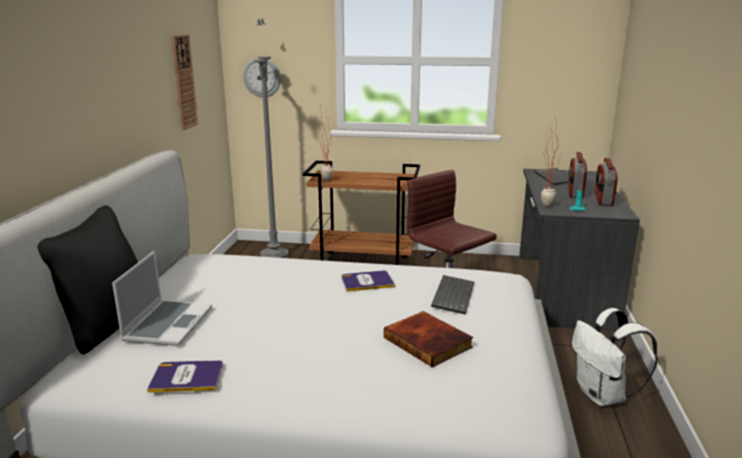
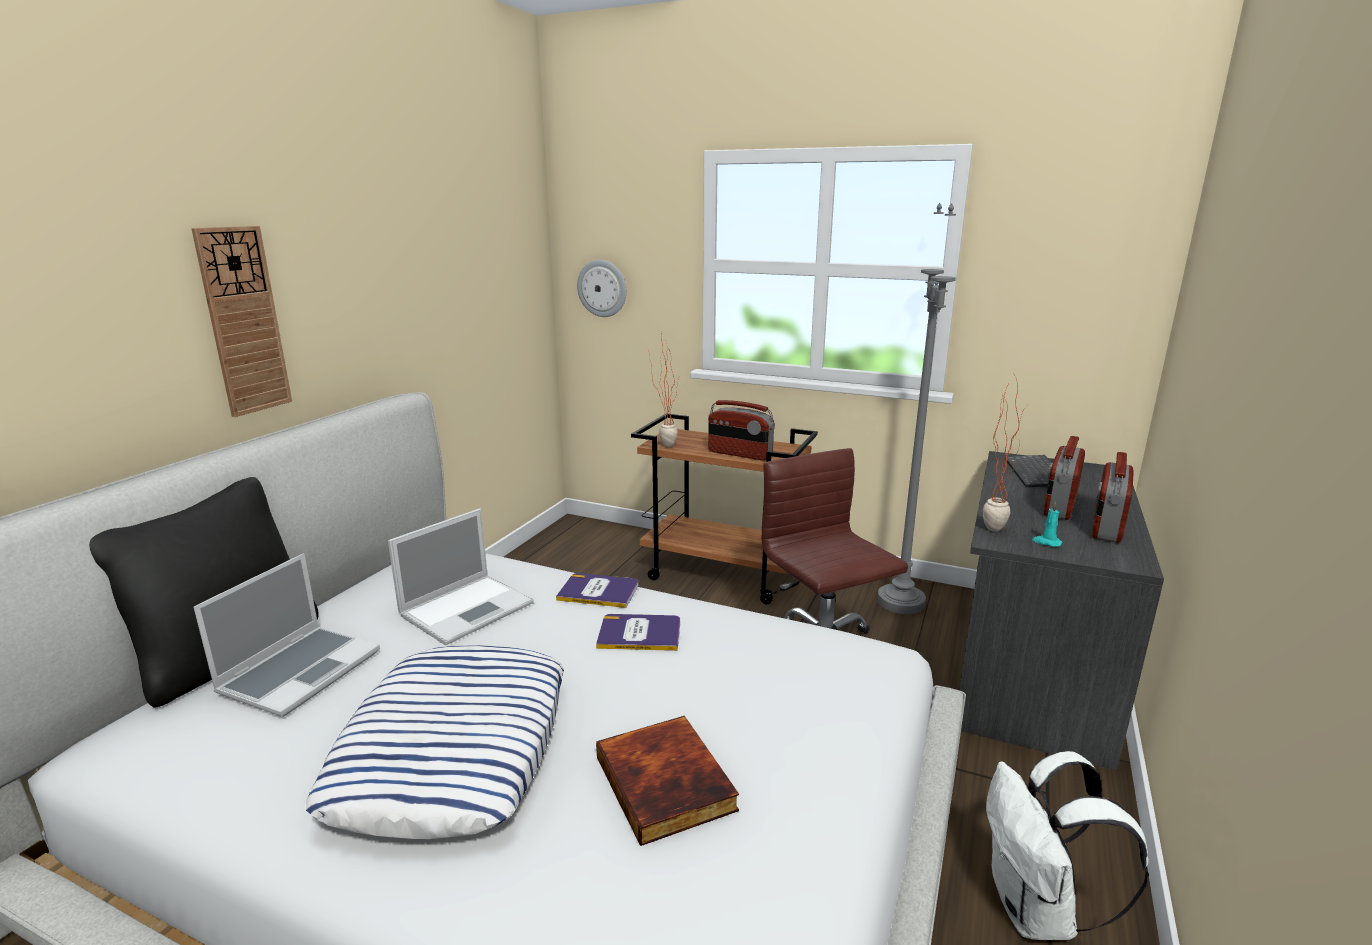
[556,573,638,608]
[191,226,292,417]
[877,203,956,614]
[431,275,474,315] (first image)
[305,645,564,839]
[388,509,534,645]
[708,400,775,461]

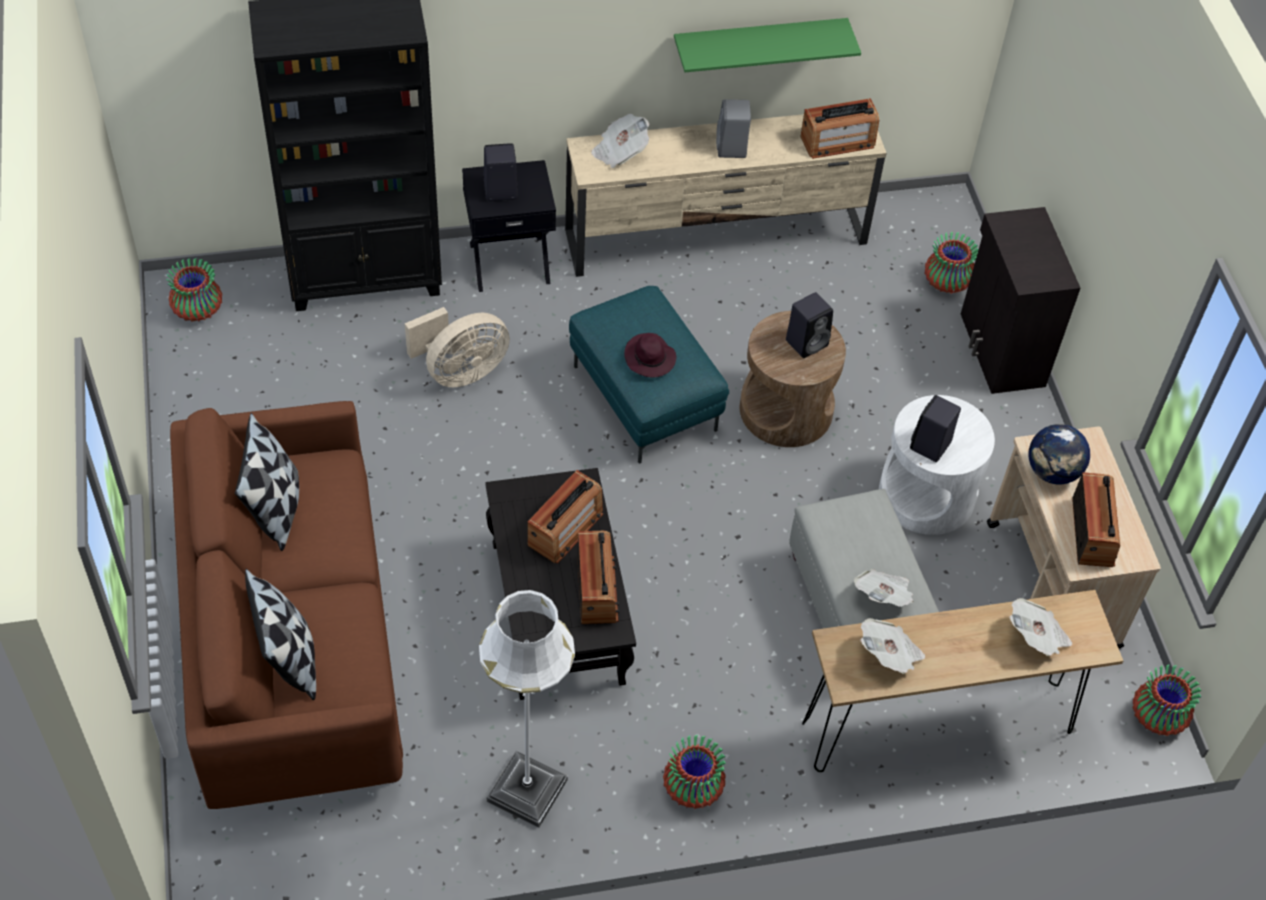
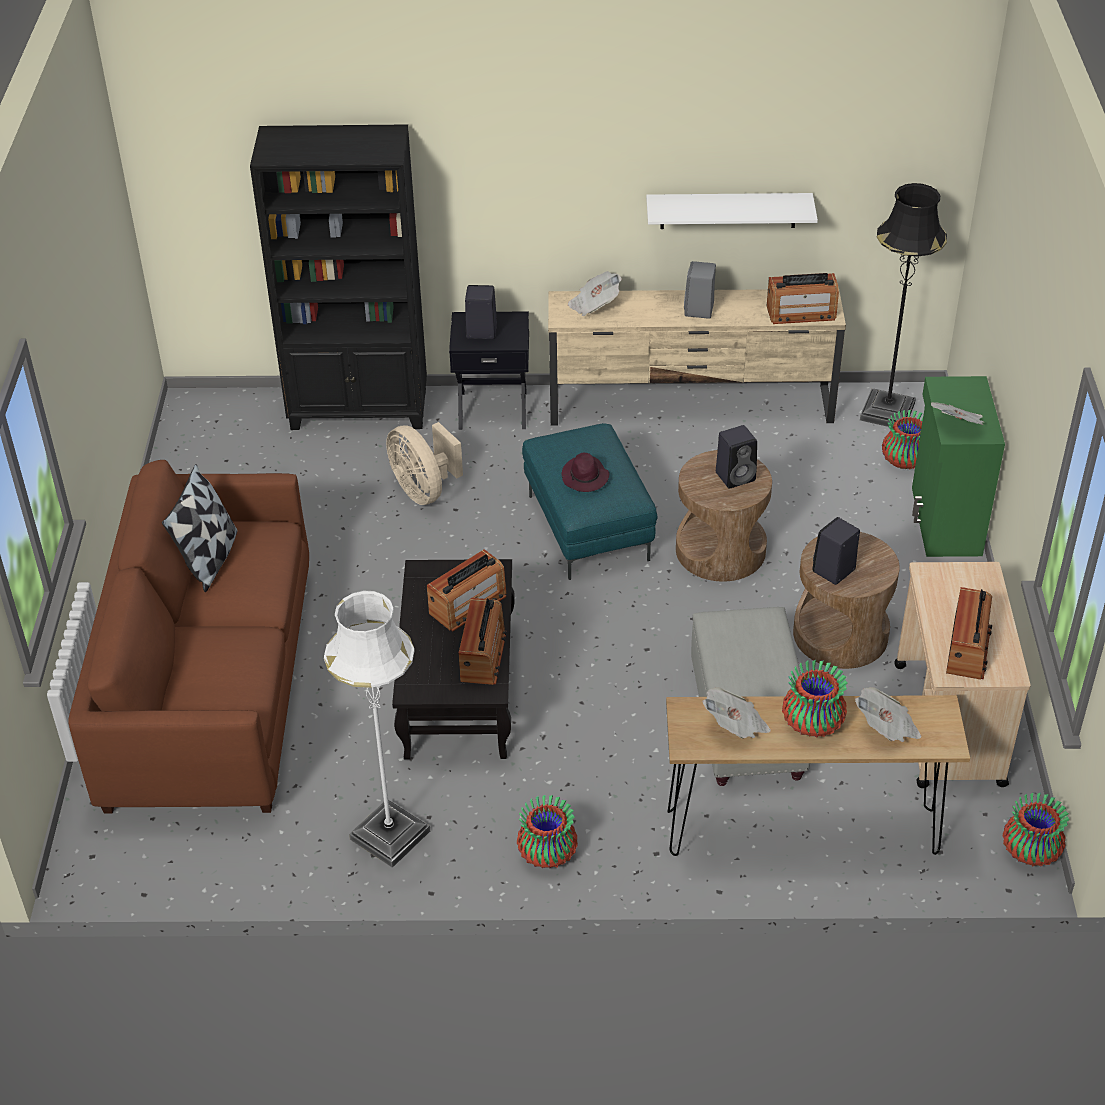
[782,660,848,738]
[245,569,316,700] (first image)
[386,422,463,505]
[646,193,818,229]
[931,402,984,425]
[793,532,900,669]
[912,376,1005,557]
[1029,424,1090,484] (first image)
[860,183,947,430]

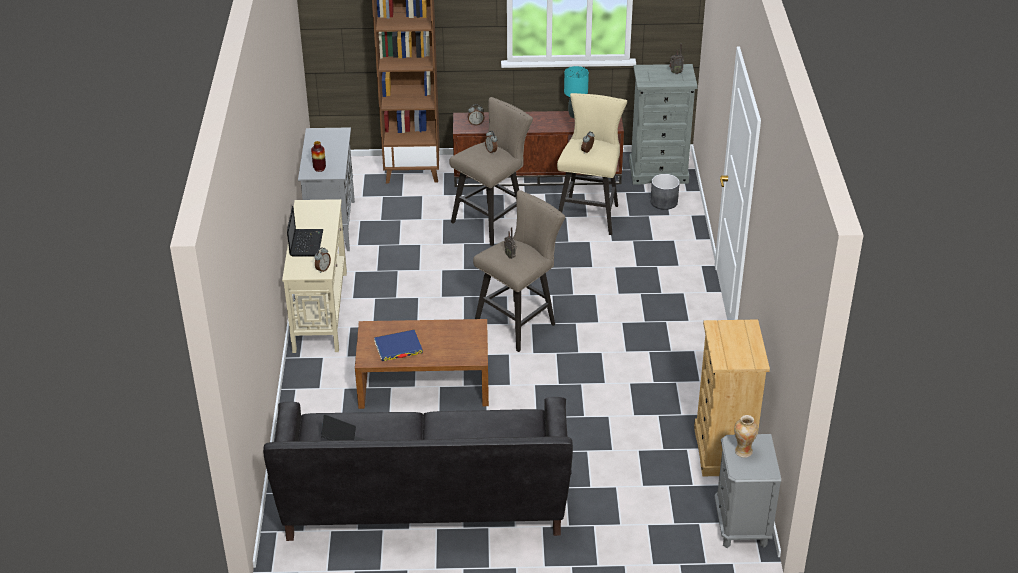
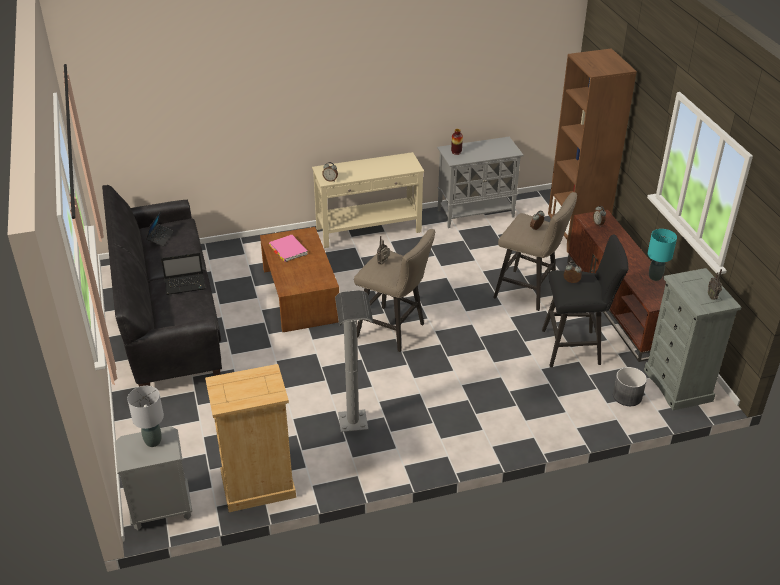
[161,253,206,295]
[269,235,307,262]
[542,235,628,368]
[127,386,164,447]
[335,290,373,432]

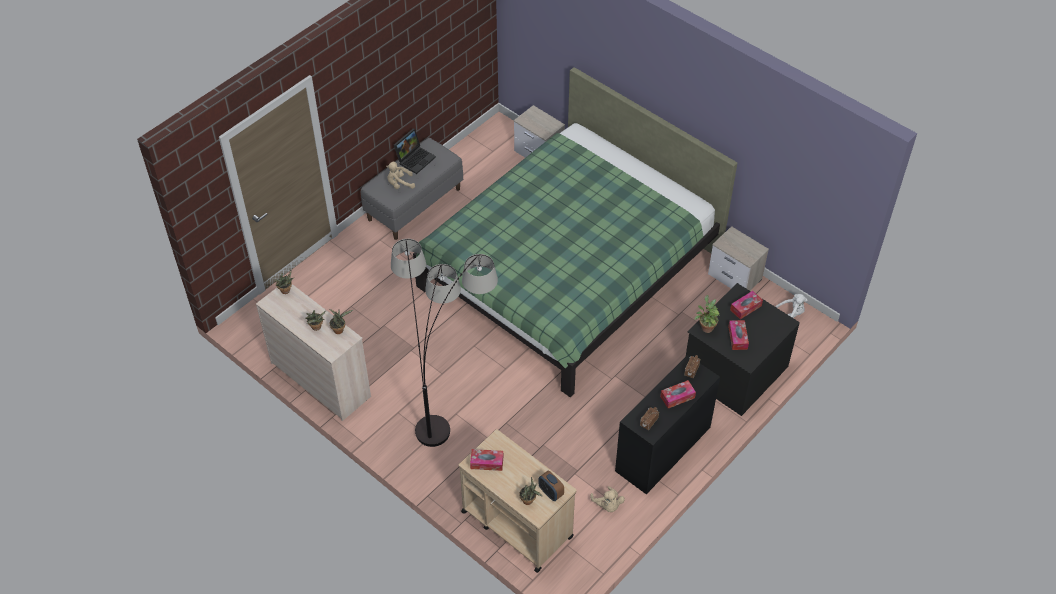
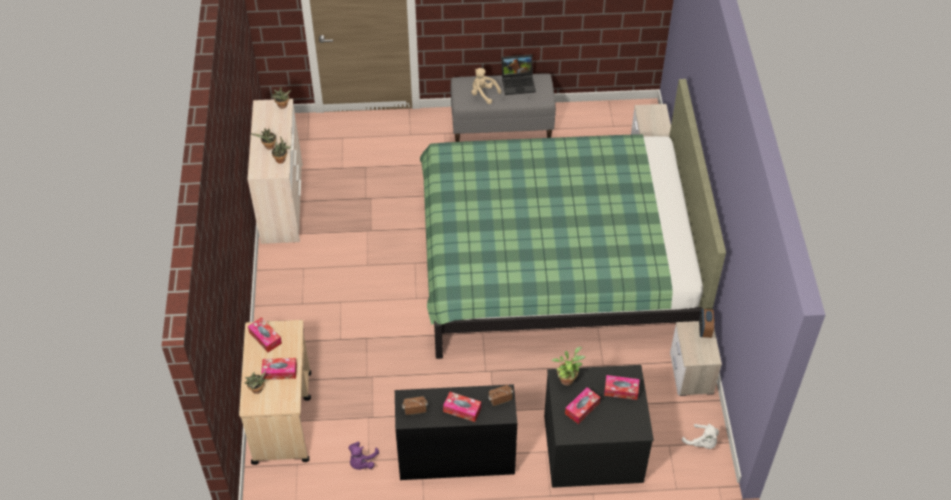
[391,239,498,447] (first image)
[699,309,714,338]
[348,441,379,470]
[261,358,297,380]

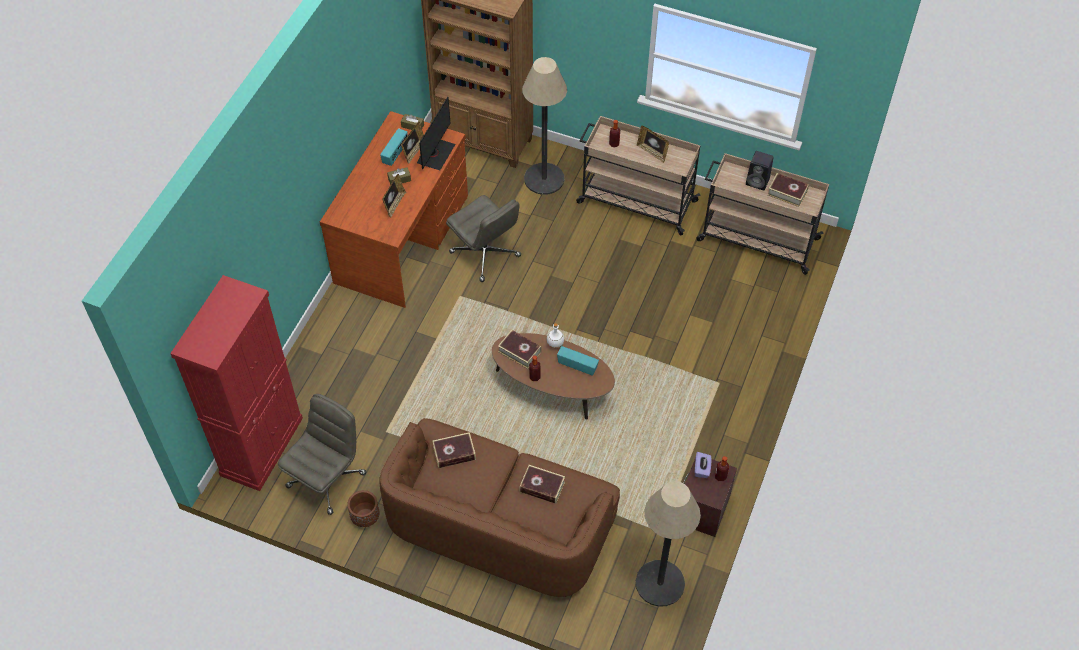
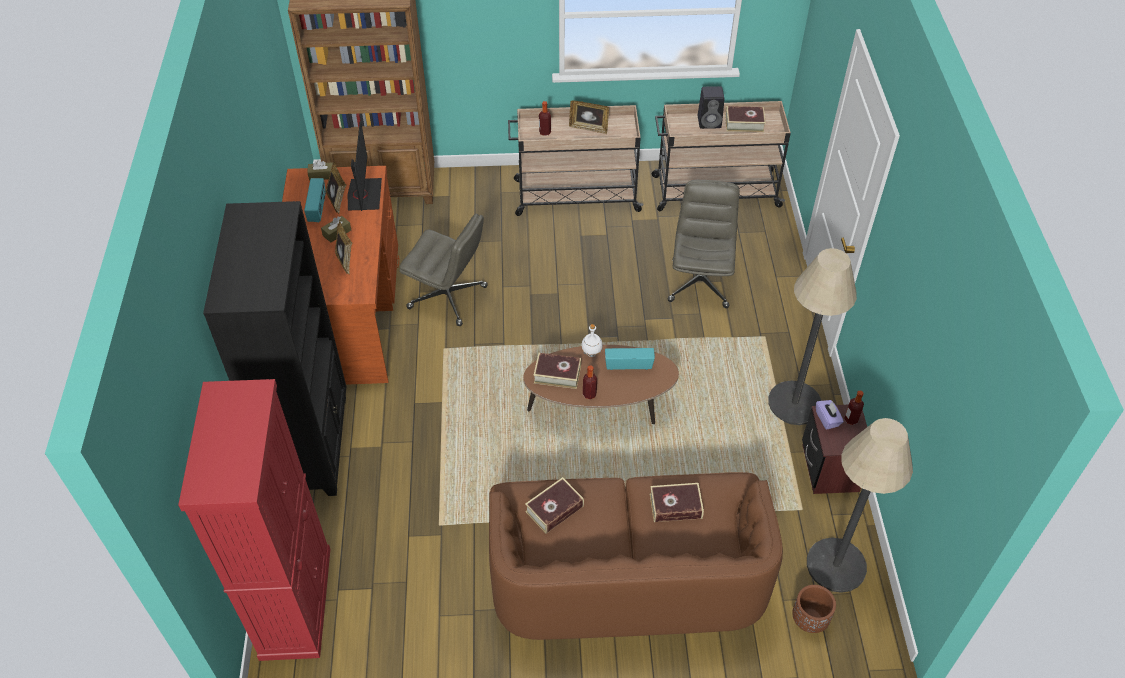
[668,180,740,308]
[792,585,836,633]
[768,248,857,425]
[203,201,346,496]

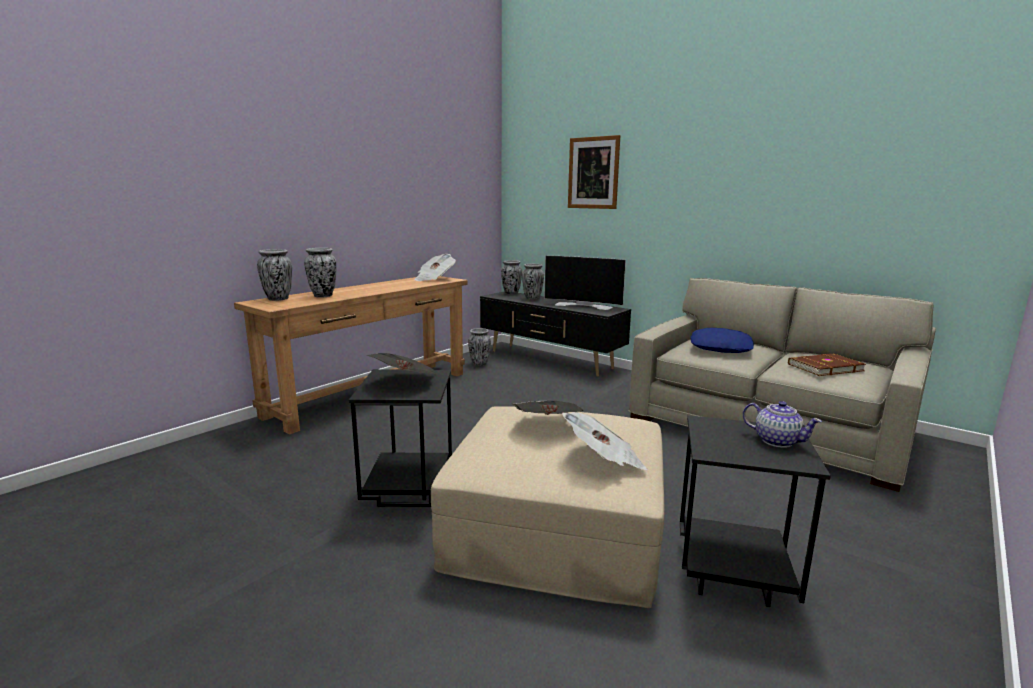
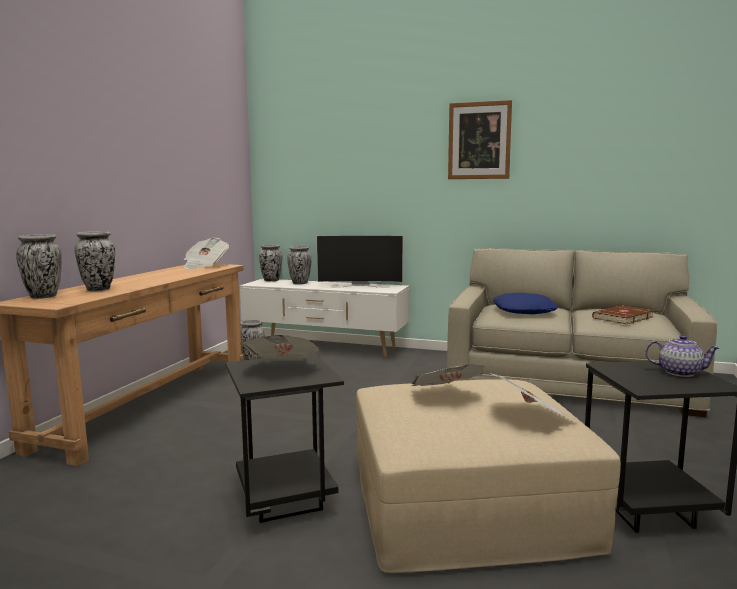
[240,279,409,358]
[448,100,512,179]

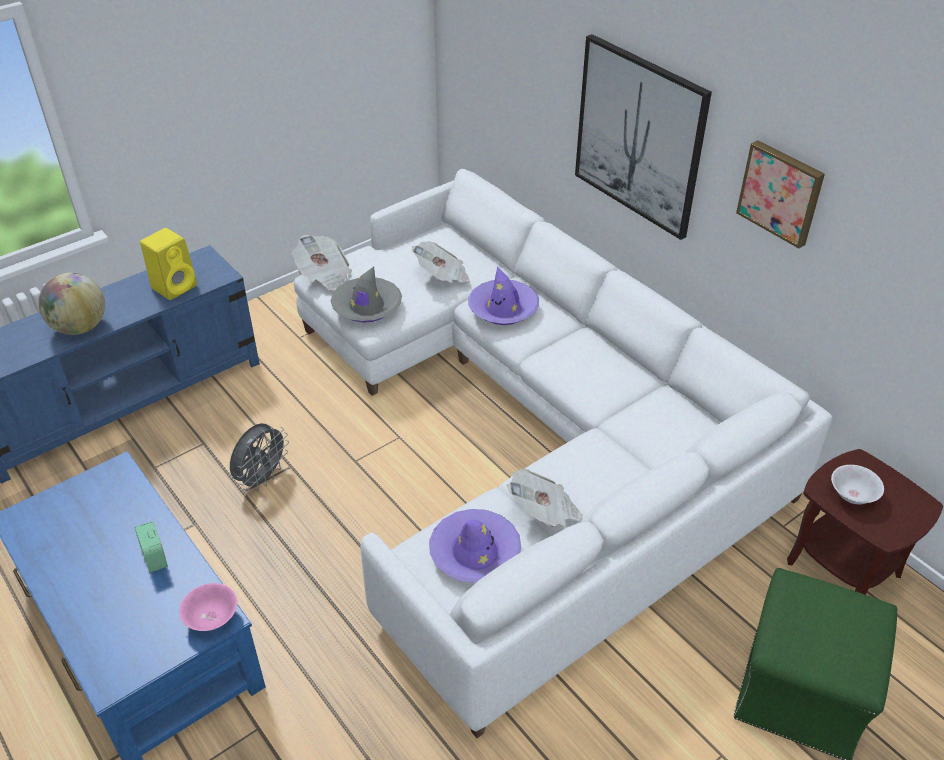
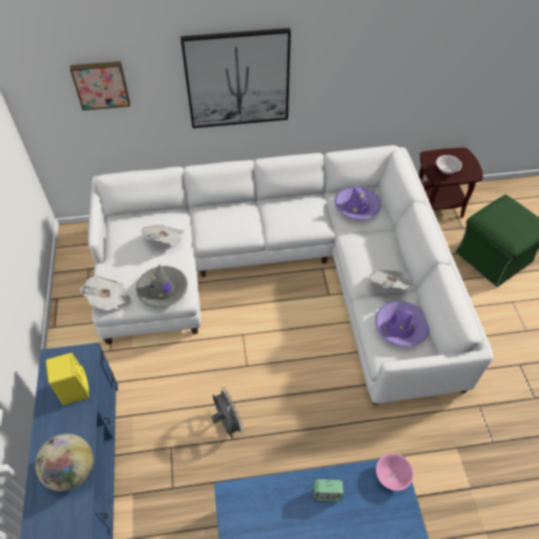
[335,186,381,220]
[70,61,130,111]

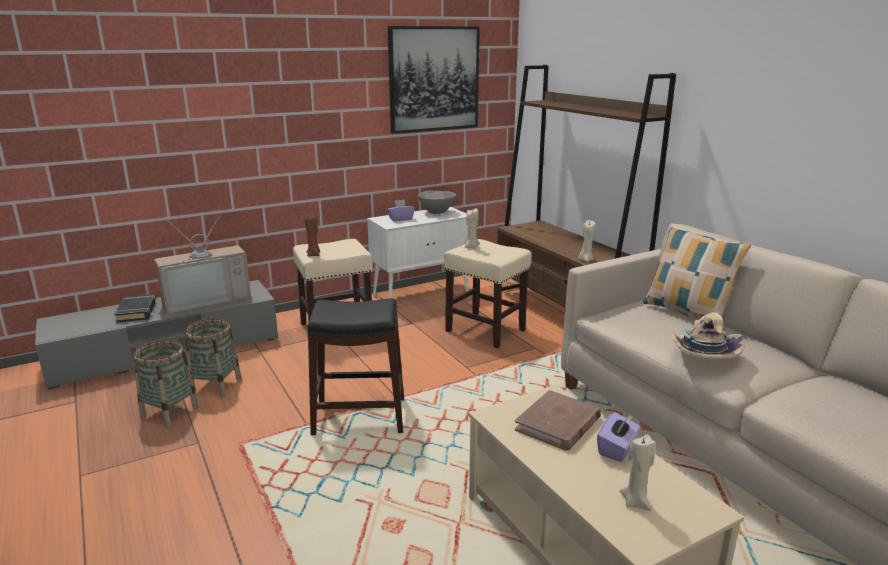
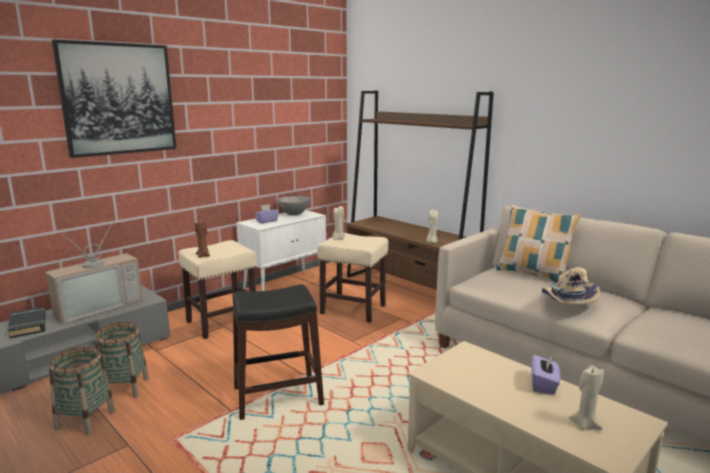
[52,39,177,158]
[515,390,601,451] (first image)

